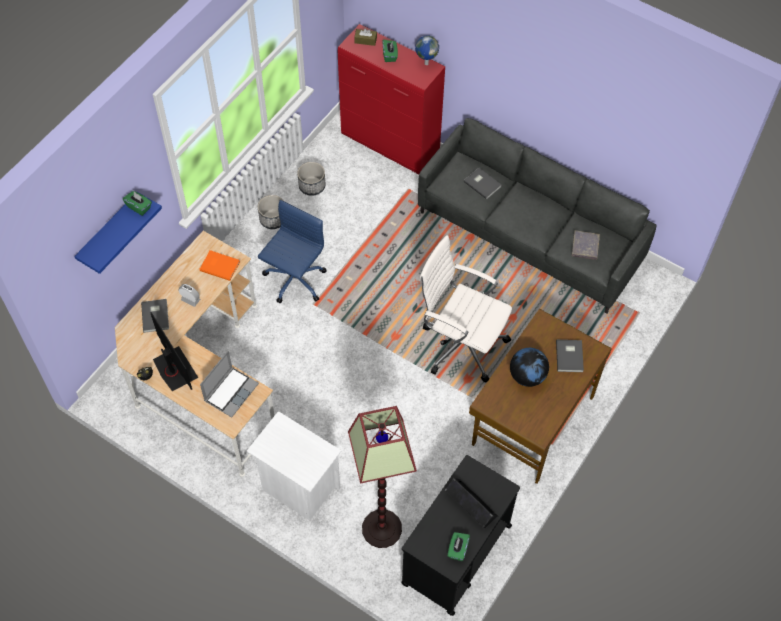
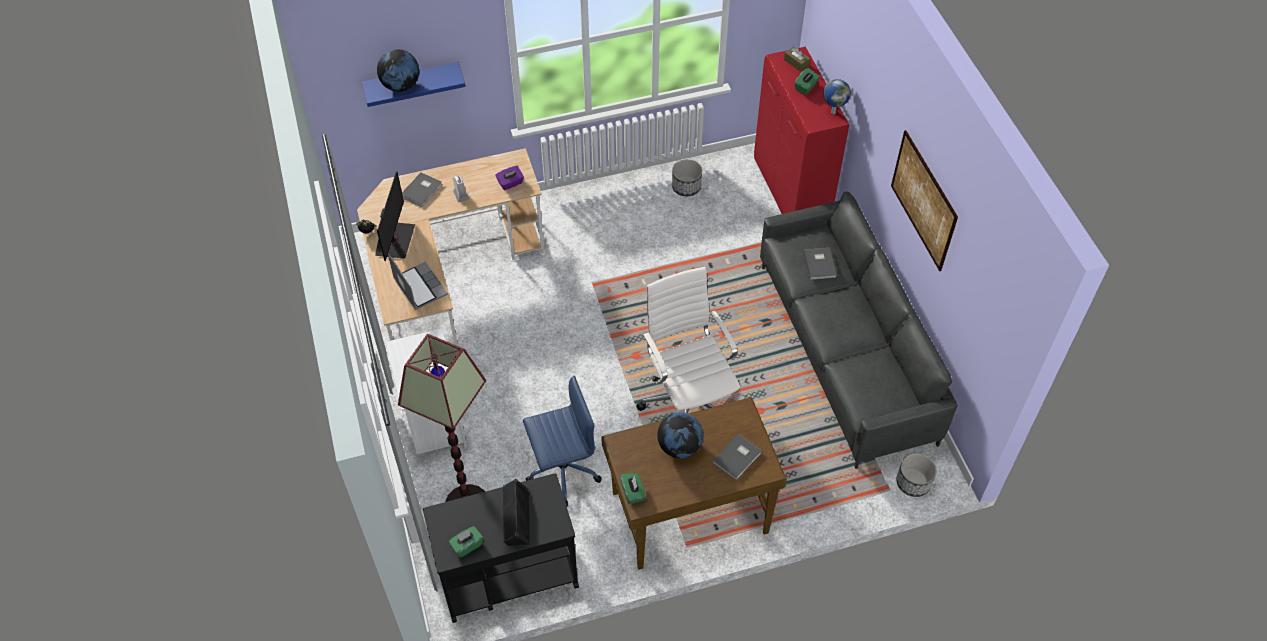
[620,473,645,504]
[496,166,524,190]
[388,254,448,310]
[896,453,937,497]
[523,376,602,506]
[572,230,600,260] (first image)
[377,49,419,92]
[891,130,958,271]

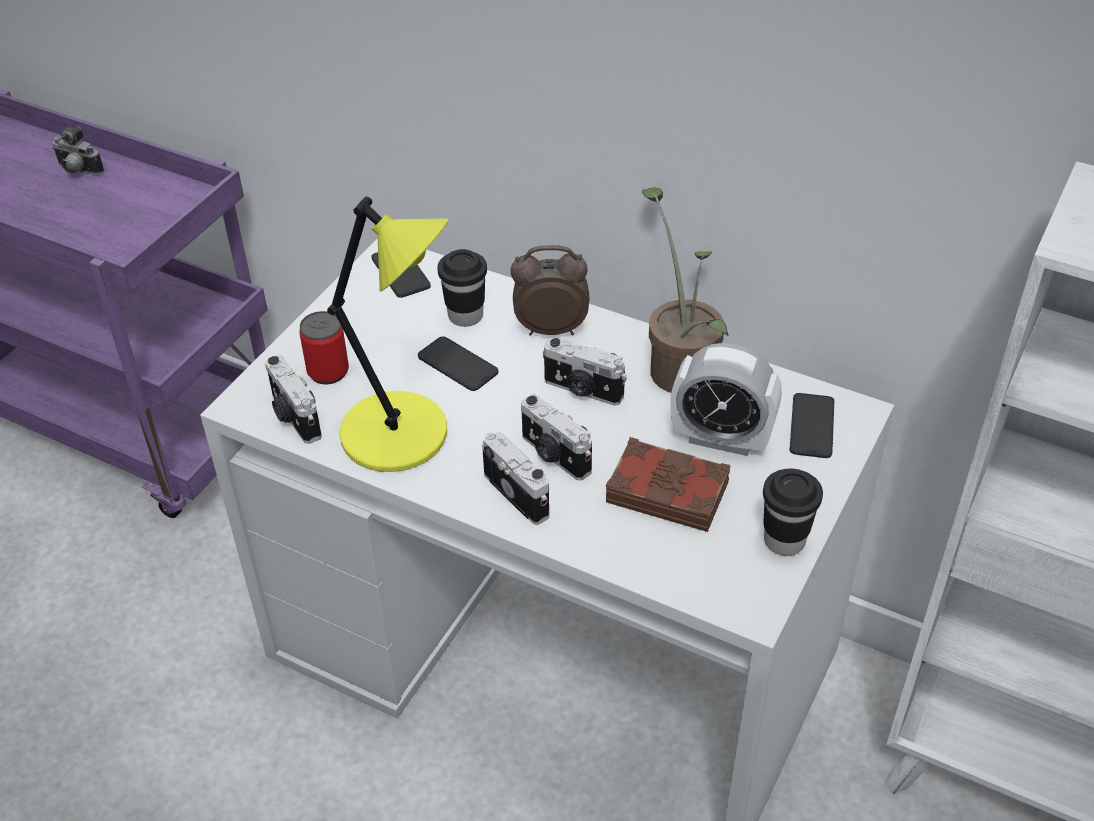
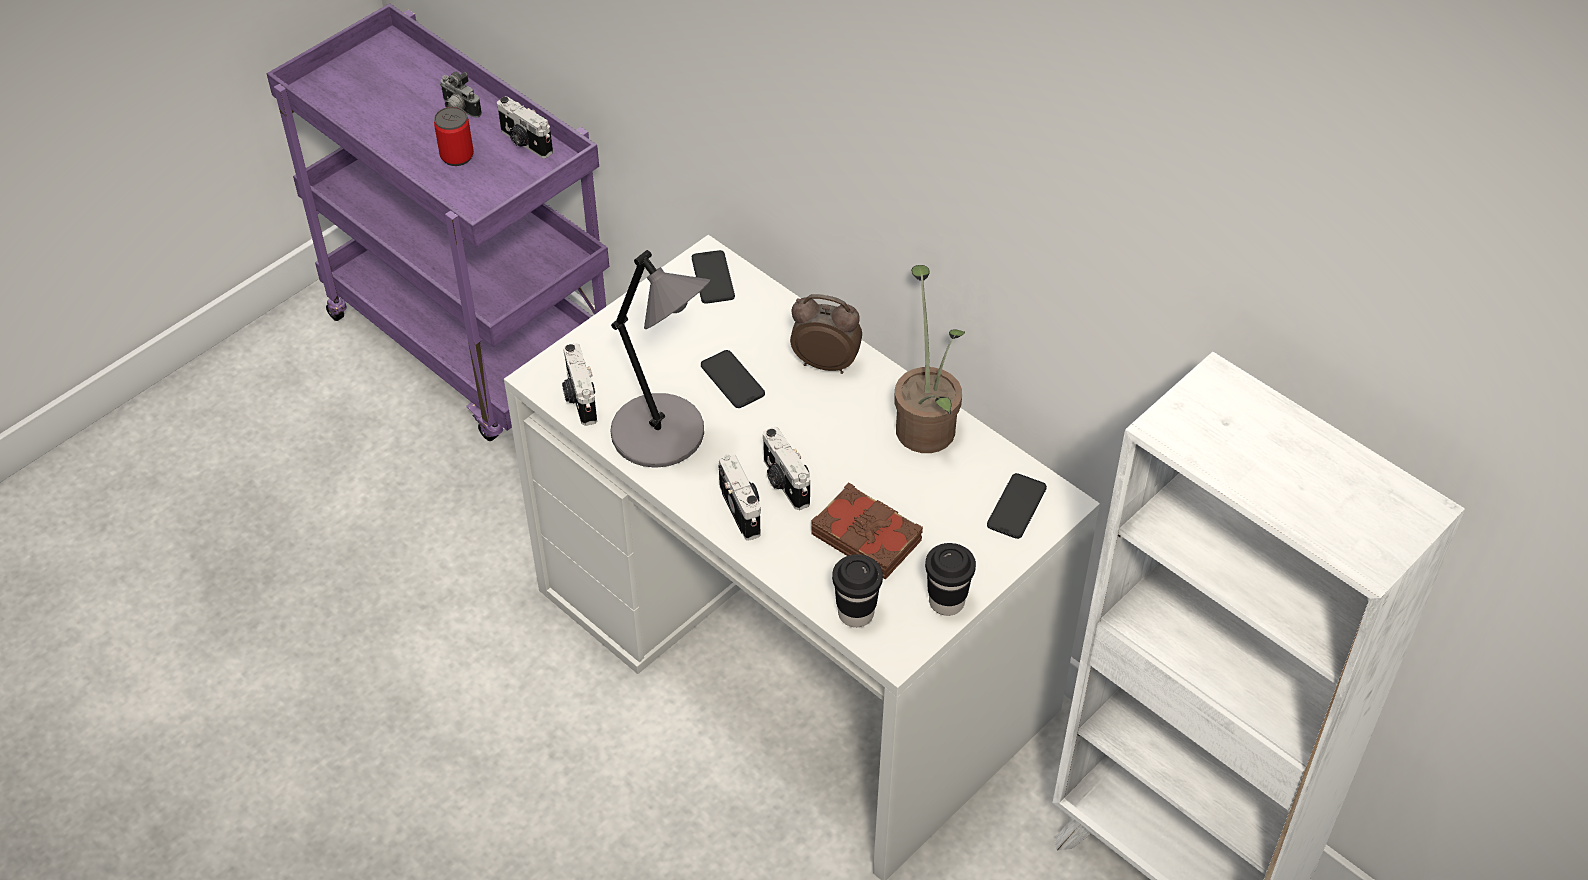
[434,107,474,166]
[610,250,711,468]
[832,554,883,627]
[497,96,553,158]
[670,343,782,456] (first image)

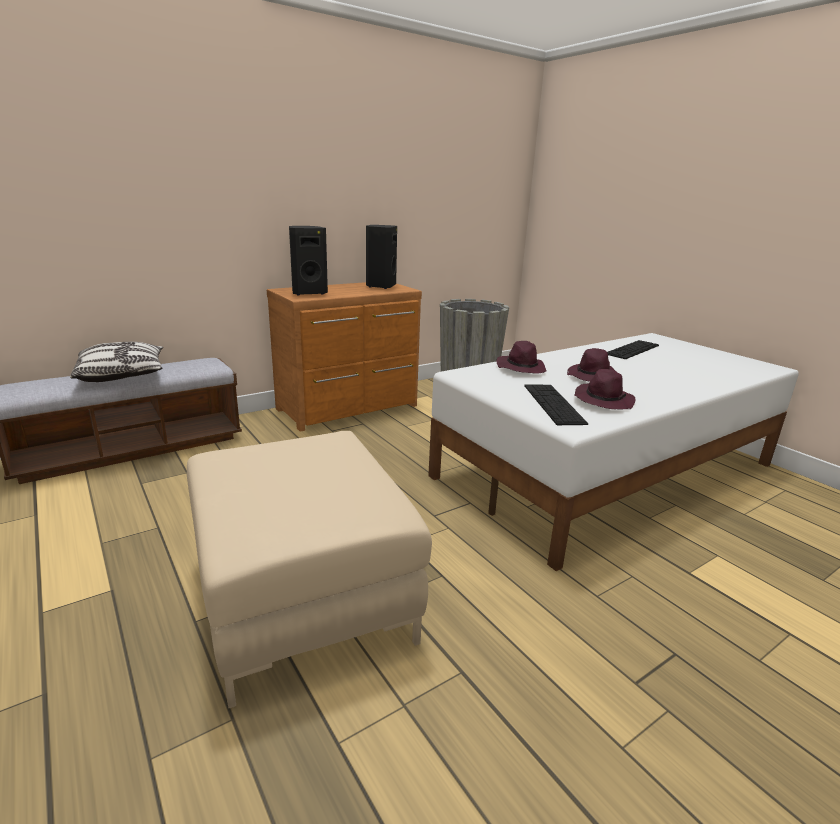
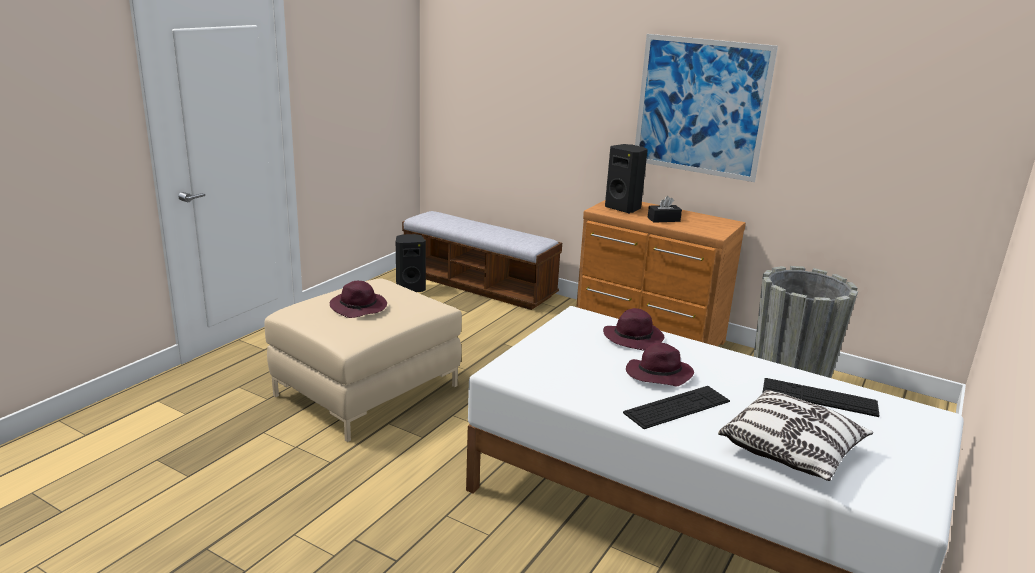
[718,390,873,481]
[396,234,426,292]
[623,386,730,429]
[330,281,387,318]
[635,34,778,182]
[647,196,682,223]

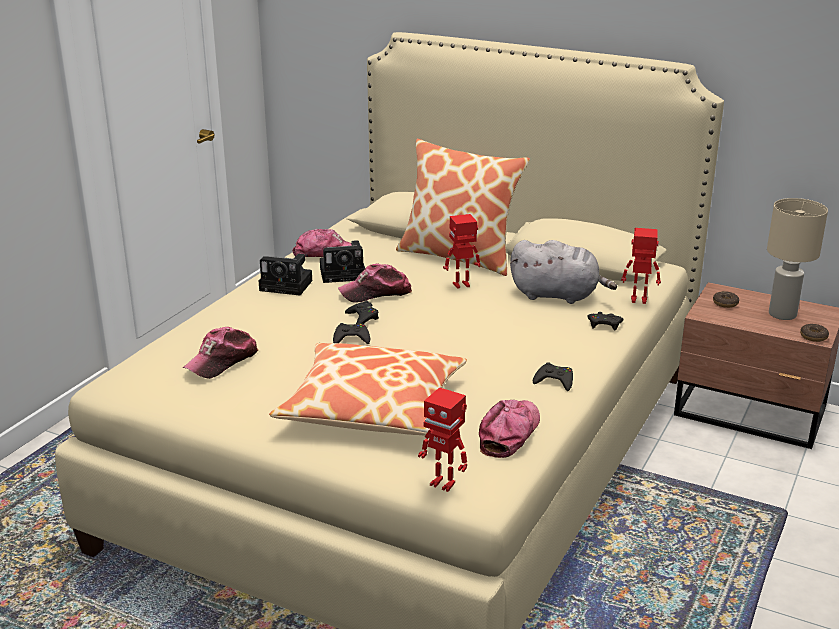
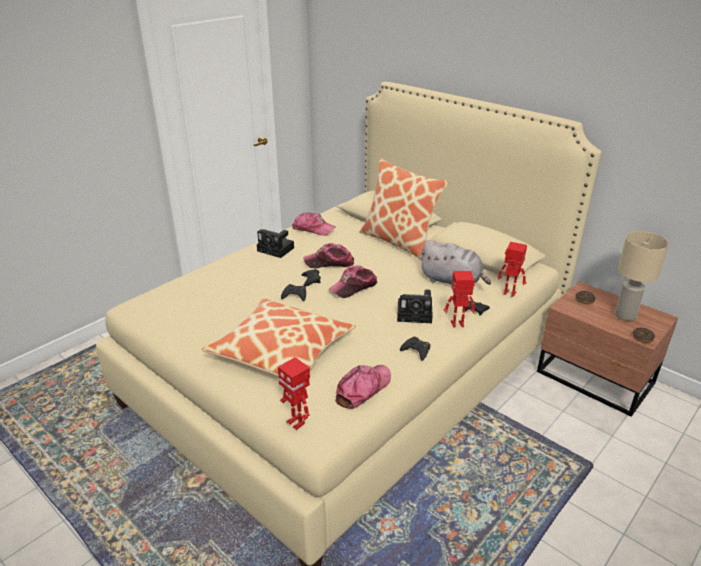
[329,265,378,298]
[397,290,433,323]
[444,271,475,327]

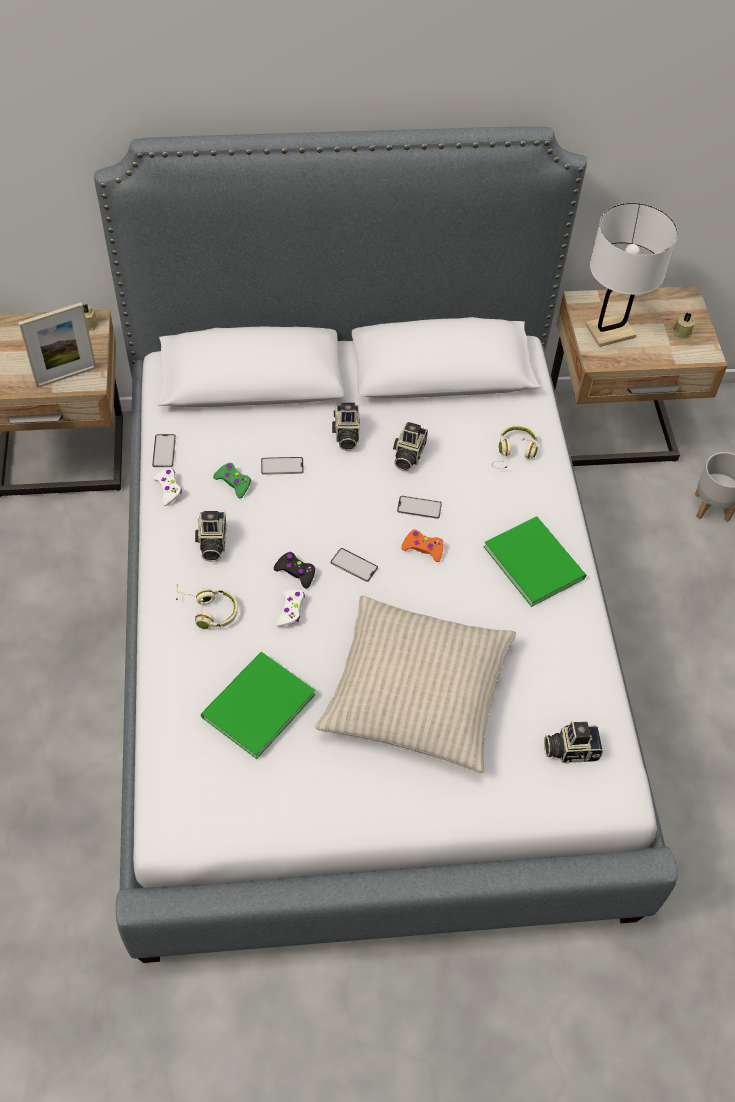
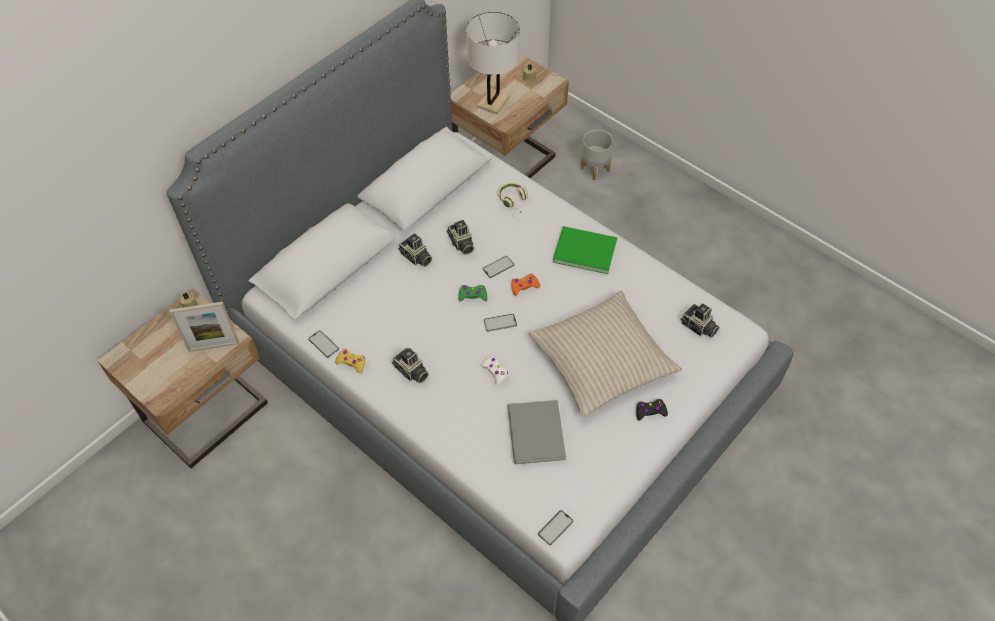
[169,302,239,352]
[335,349,365,373]
[176,584,238,629] (first image)
[508,400,566,464]
[458,285,487,302]
[538,510,573,545]
[636,399,668,421]
[681,303,720,338]

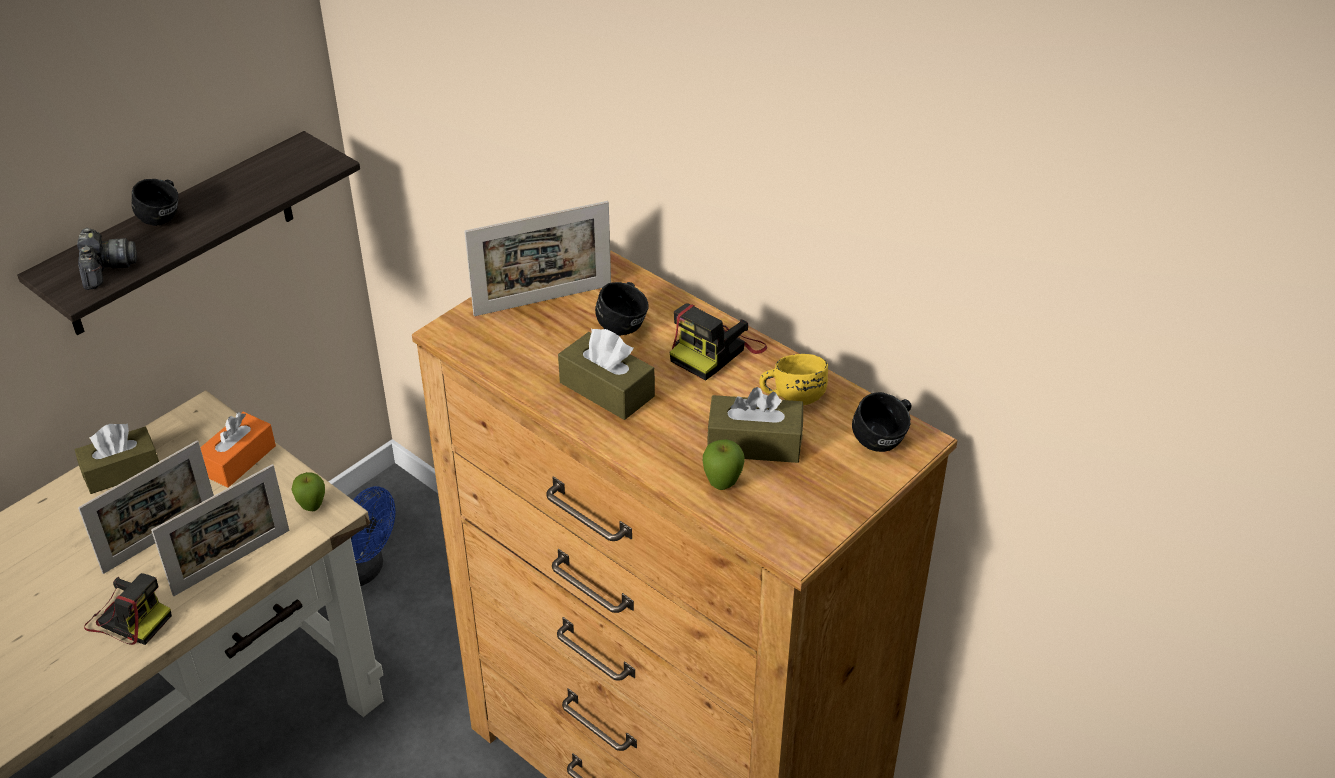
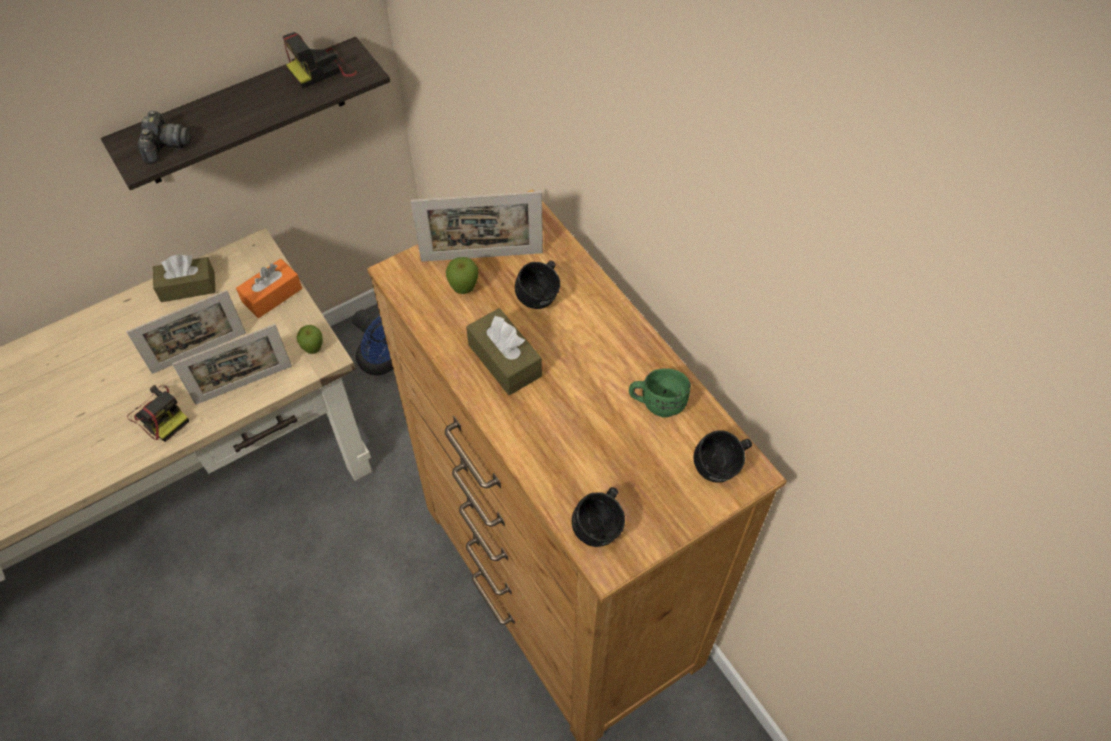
[572,487,625,547]
[283,32,357,88]
[446,257,478,294]
[707,387,803,463] (first image)
[629,368,691,418]

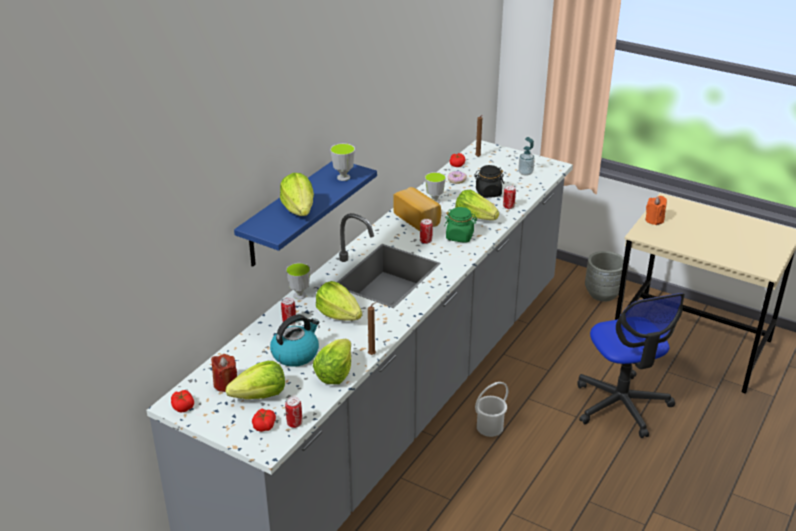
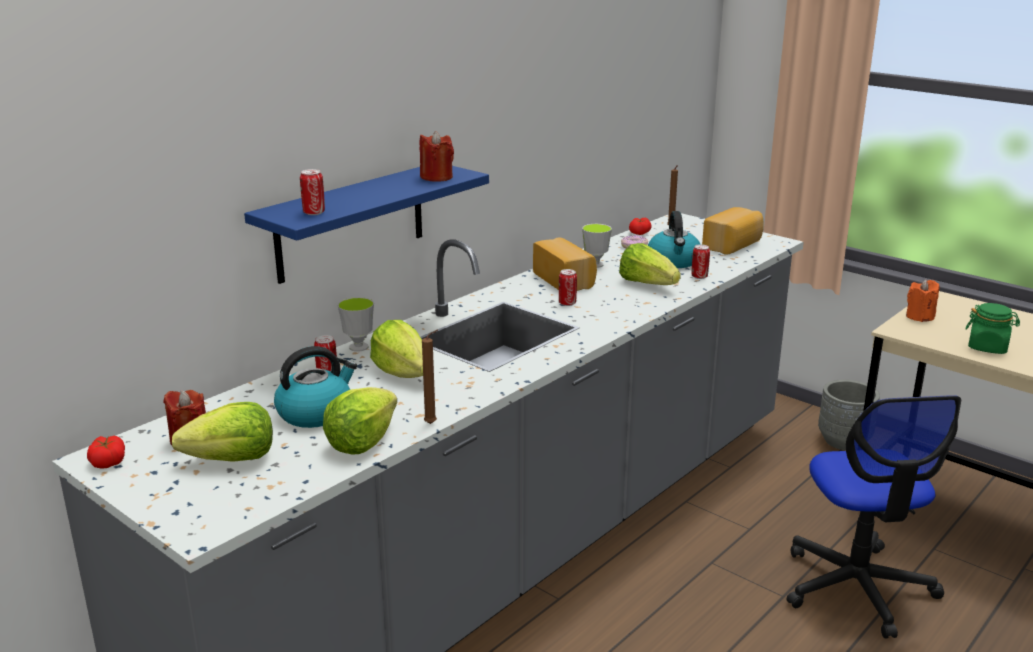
[252,409,276,432] (first image)
[280,173,314,216] (first image)
[300,169,325,215]
[419,131,454,182]
[965,303,1020,354]
[648,211,700,268]
[475,382,508,437] (first image)
[702,207,764,255]

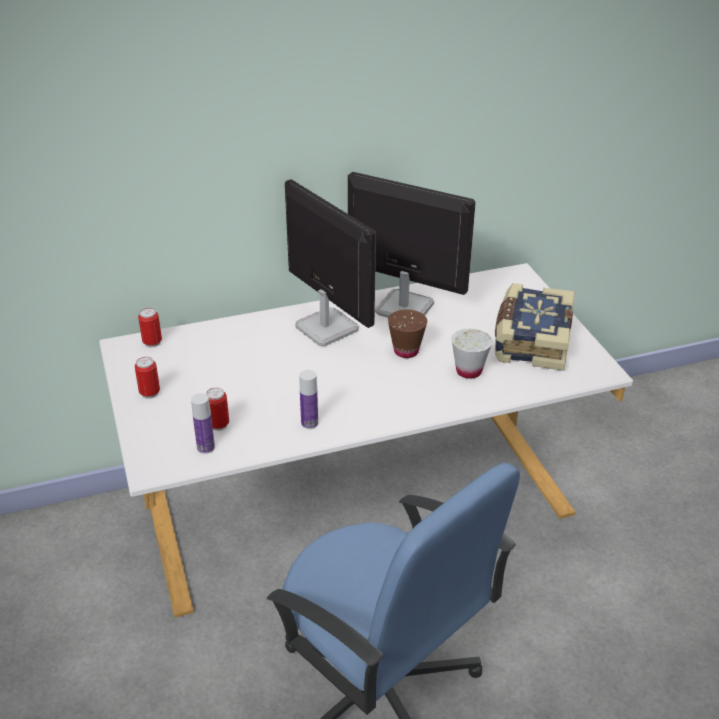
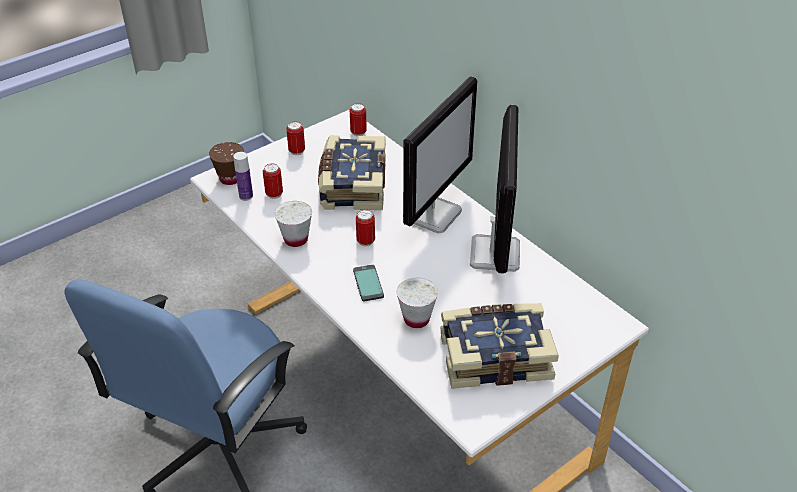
[275,201,312,247]
[209,142,244,185]
[318,135,386,210]
[353,265,384,301]
[356,210,375,246]

